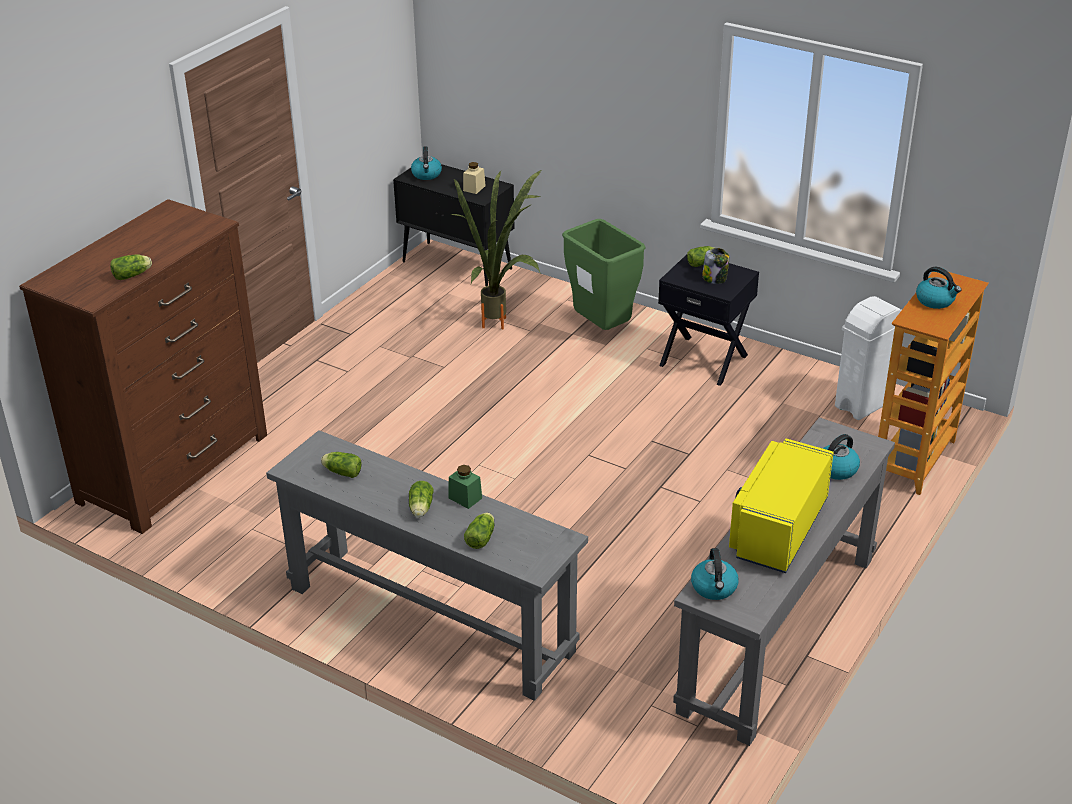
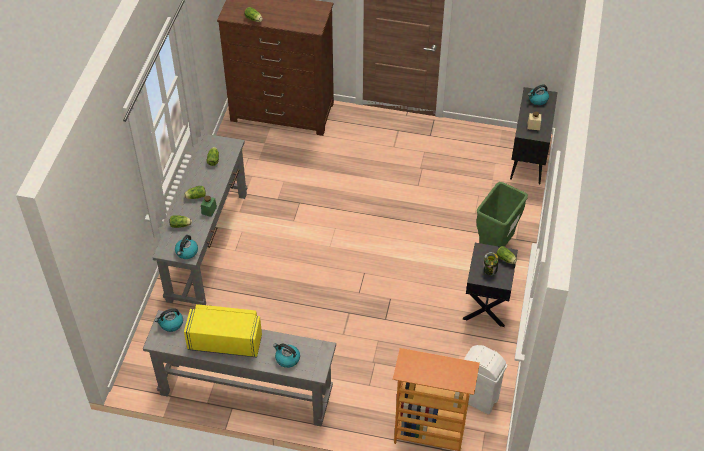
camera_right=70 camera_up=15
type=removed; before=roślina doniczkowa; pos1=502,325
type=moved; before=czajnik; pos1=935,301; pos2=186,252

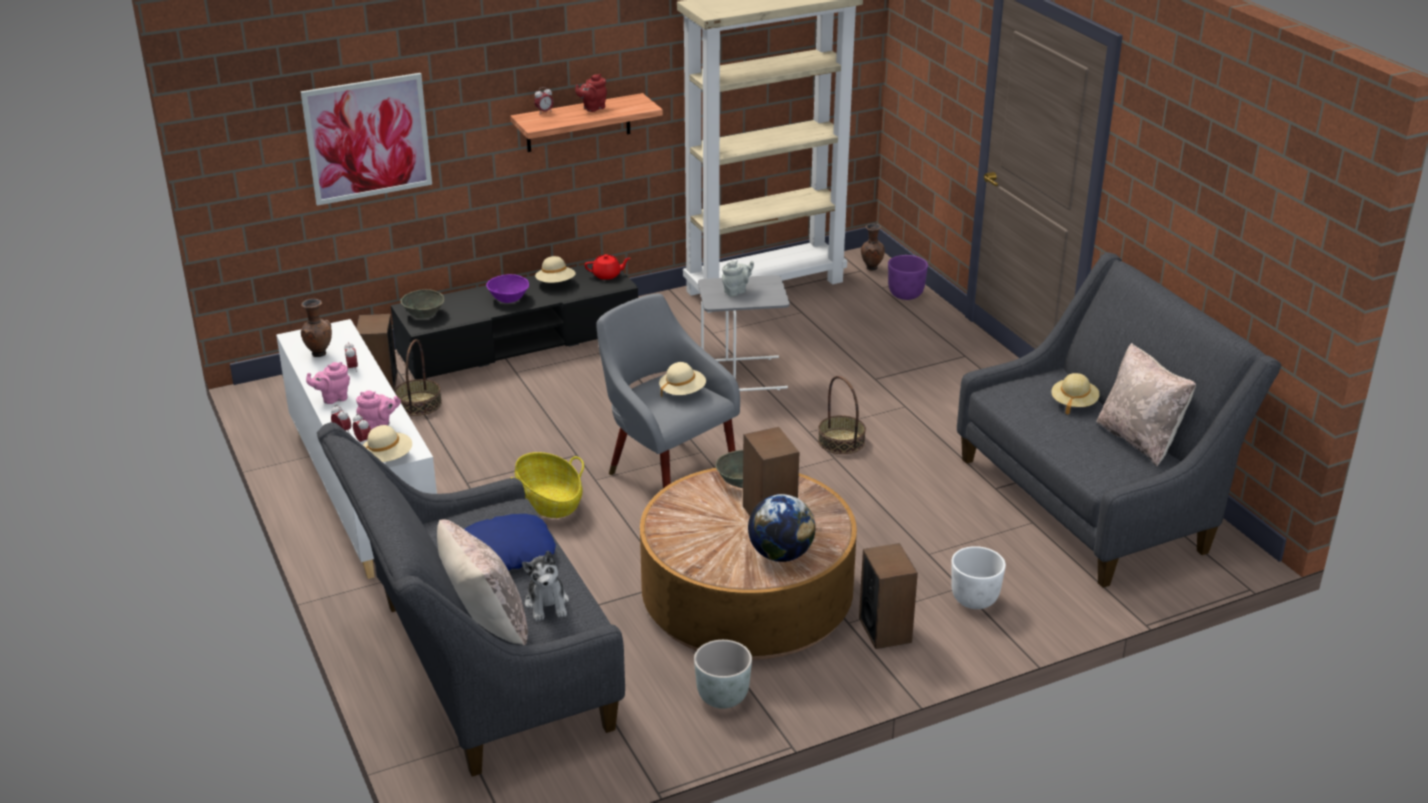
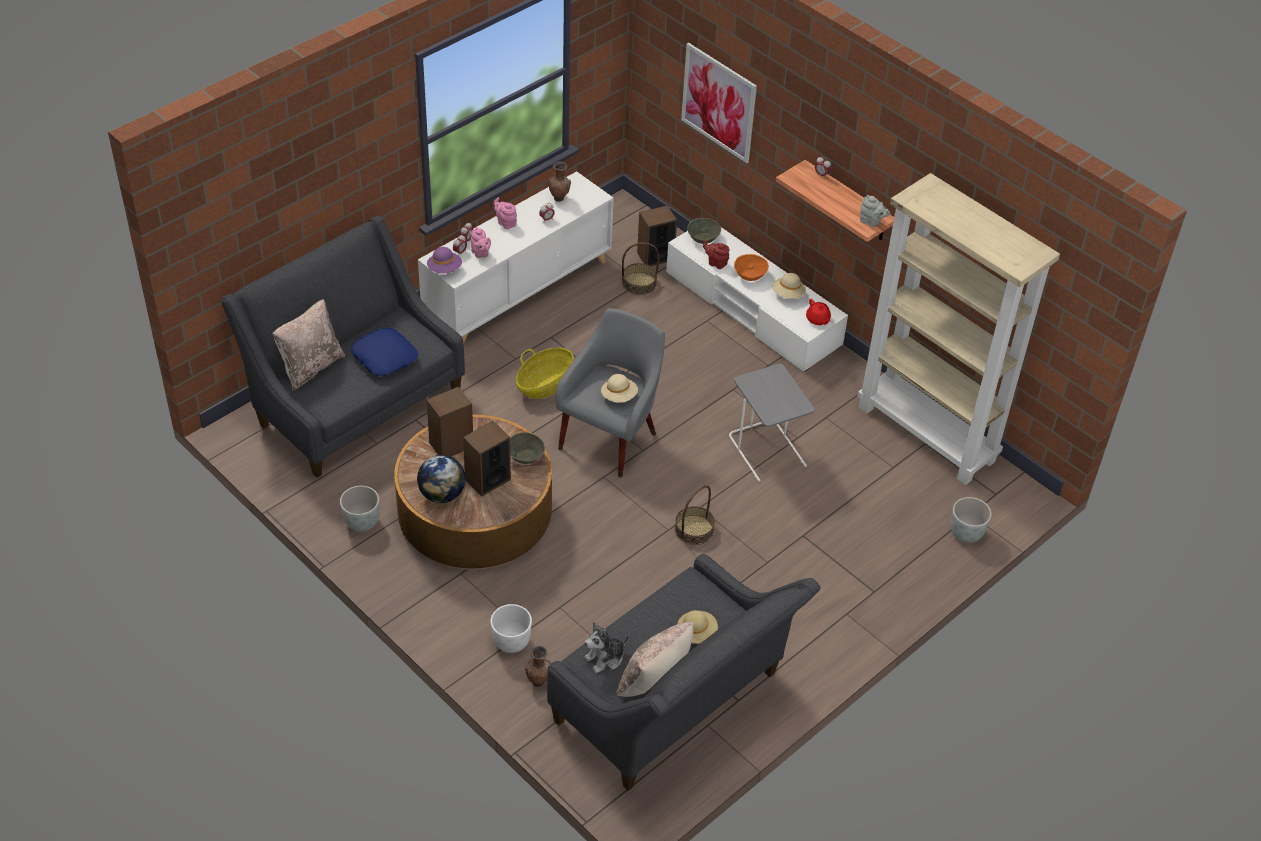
camera_right=70 camera_up=15
type=moved; before=imbryk (czerwony); pos1=592,108; pos2=716,263
type=moved; before=wazon (brązowy); pos1=871,268; pos2=538,681
type=recoloured; before=donica (fioletowy); after=donica (szary); pos1=905,295; pos2=965,533
type=moved; before=imbryk (szary); pos1=736,291; pos2=871,222
type=recoloured; before=szafka pod telewizor (czarny); after=szafka pod telewizor (biały); pos1=518,341; pos2=752,309
type=recoloured; before=miska (fioletowy); after=miska (pomarańczowy); pos1=509,298; pos2=750,275
type=recoloured; before=kapelusz (beżowy); after=kapelusz (fioletowy); pos1=388,458; pos2=444,269
type=moved; before=głośnik; pos1=885,630; pos2=451,445
type=moved; before=pluszak; pos1=547,604; pos2=605,658

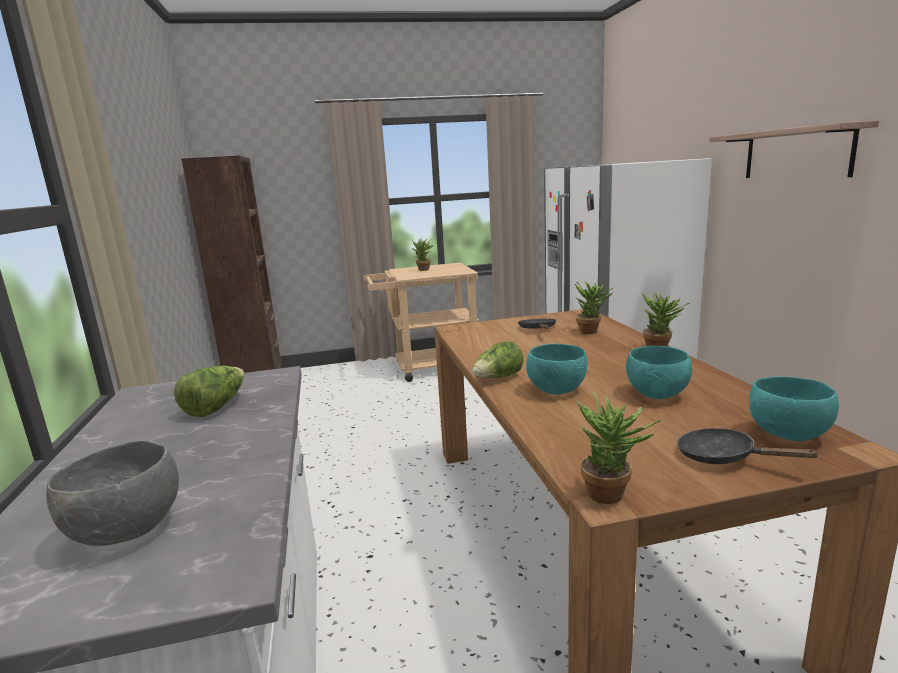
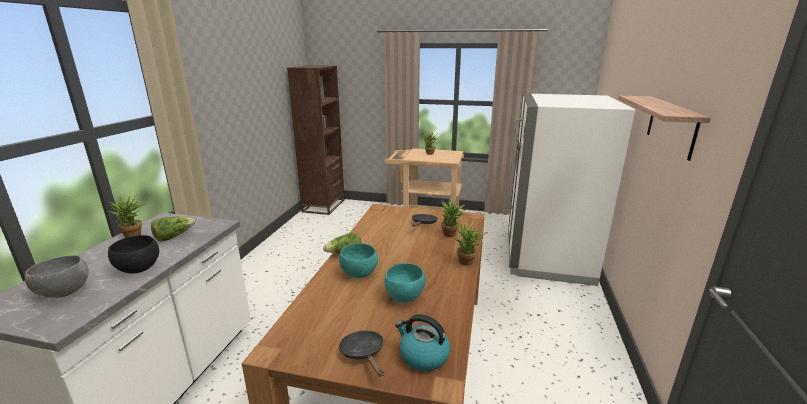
camera_right=25 camera_up=5
type=replaced; before=miska (turkusowy); after=czajnik; pos1=789,436; pos2=423,356
type=moved; before=roślina doniczkowa; pos1=613,495; pos2=134,236
type=added; after=miska (czarny); pos2=138,269

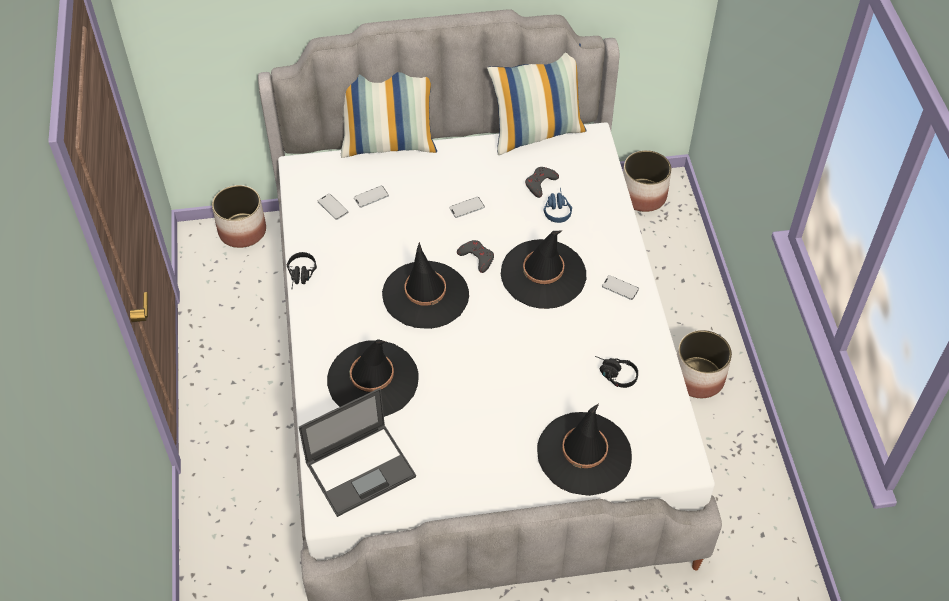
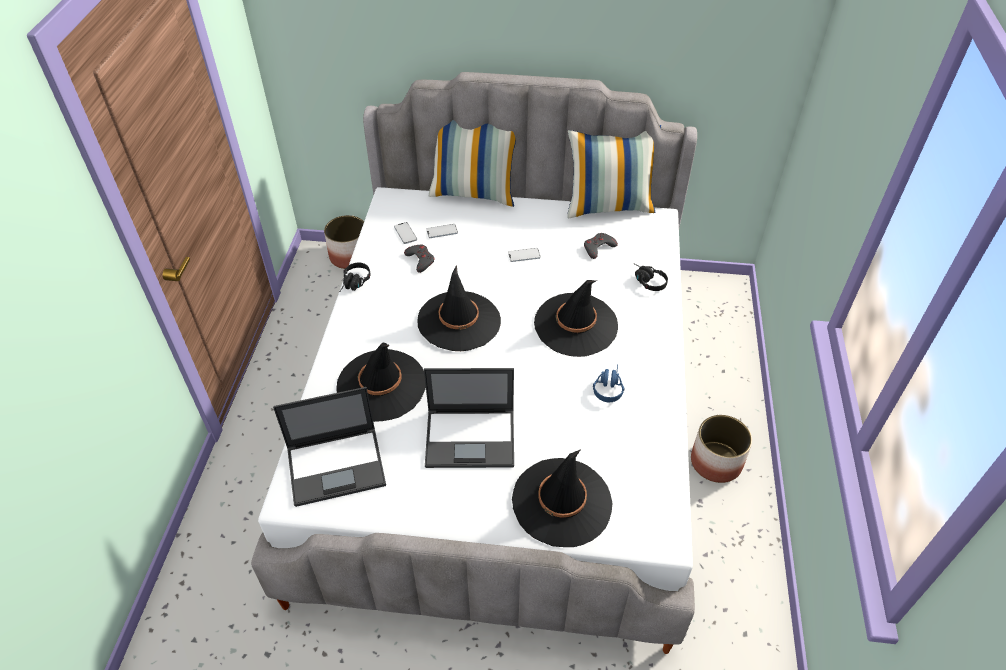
camera_right=15 camera_up=-5
type=removed; before=donica; pos1=643,196
type=moved; before=słuchawki (niebieski); pos1=556,209; pos2=608,386
type=moved; before=pad do gier (szary); pos1=477,257; pos2=420,260
type=removed; before=telefon; pos1=620,288
type=moved; before=słuchawki (czarny); pos1=613,374; pos2=646,281
type=added; after=laptop; pos2=471,438

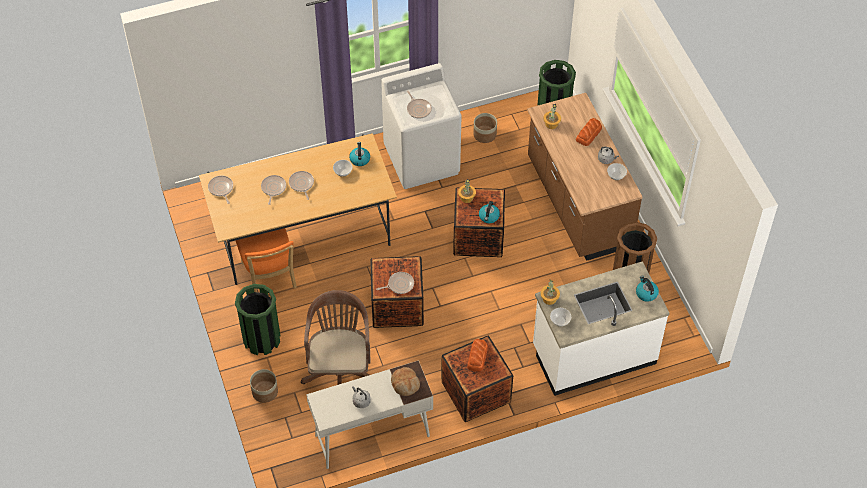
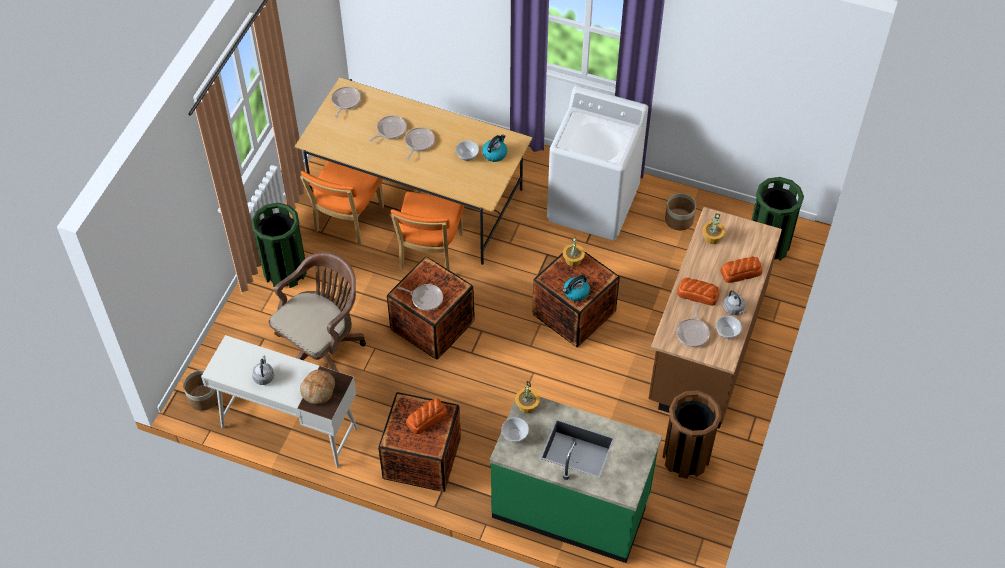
camera_right=40 camera_up=0
type=moved; before=patelnia; pos1=418,109; pos2=692,333
type=recoloured; before=zabudowa kuchenna (biały); after=zabudowa kuchenna (zielony); pos1=593,354; pos2=571,506
type=removed; before=czajnik; pos1=646,293
type=moved; before=donica; pos1=264,392; pos2=203,397
type=added; after=krzesło (pomarańczowy); pos2=429,254
type=added; after=chleb; pos2=697,294

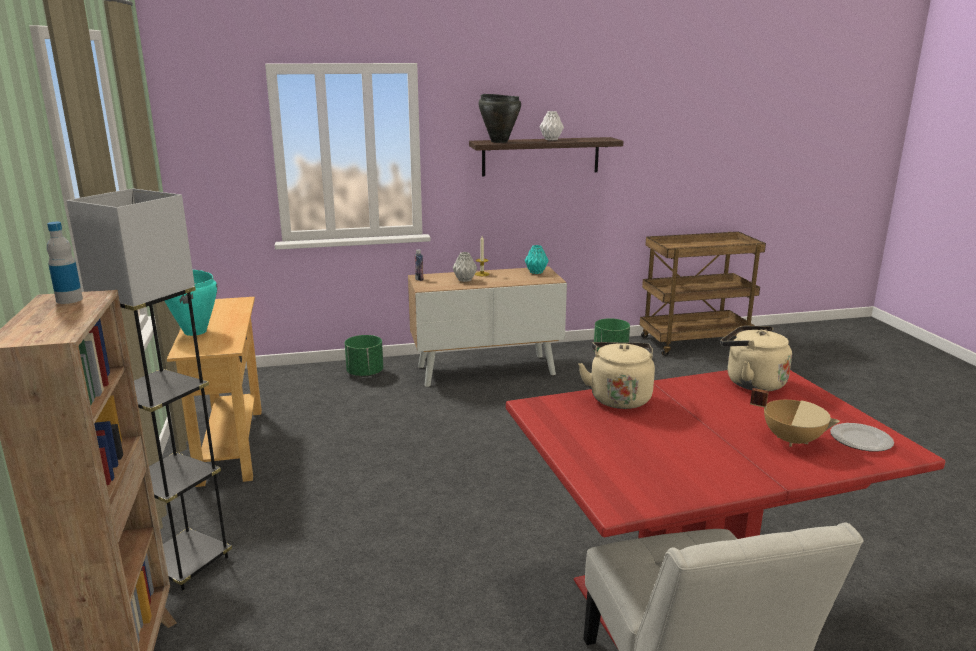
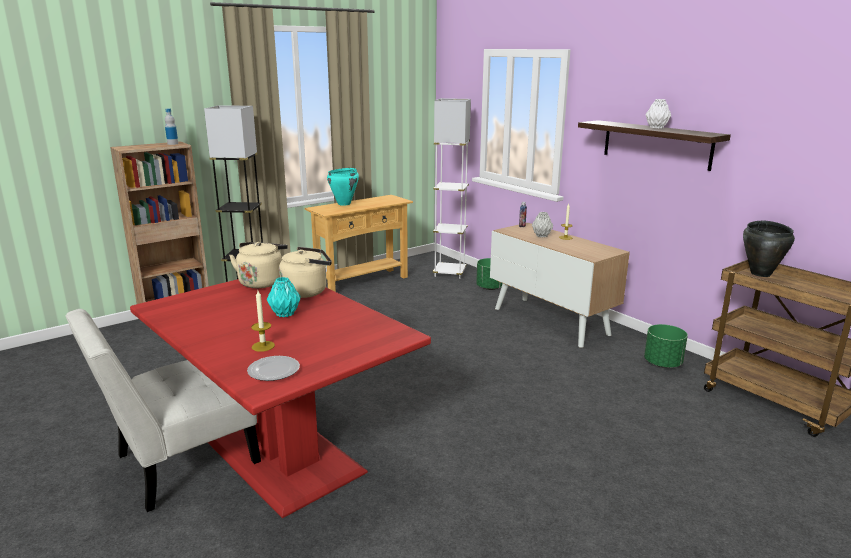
camera_right=65 camera_up=0
type=moved; before=garnek (czarny); pos1=499,141; pos2=761,273
type=moved; before=wazon (turkusowy); pos1=536,272; pos2=284,314
type=moved; before=czajnik (beżowy); pos1=751,382; pos2=262,282
type=replaced; before=garnek (beżowy); after=świeca; pos1=792,439; pos2=263,346
type=added; after=lampa stojąca (biały); pos2=449,273

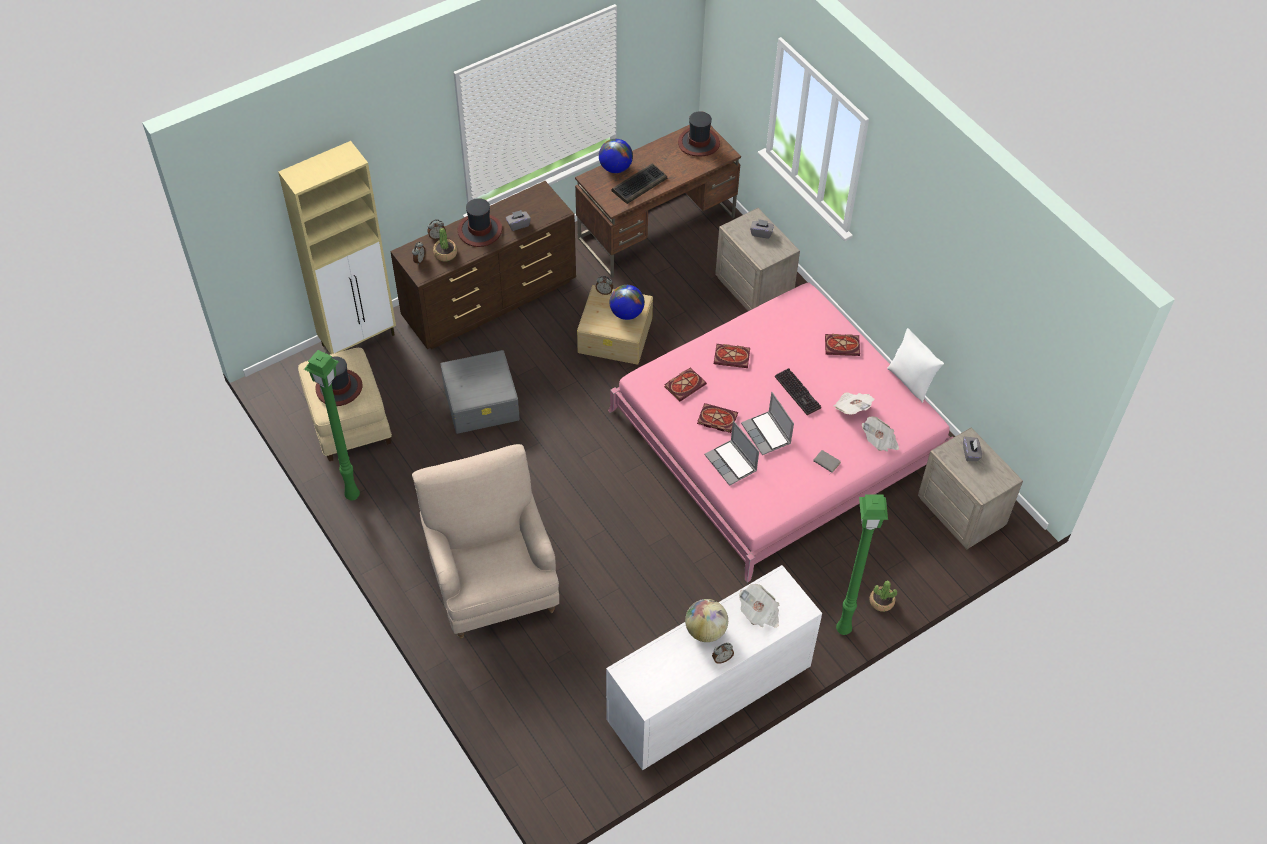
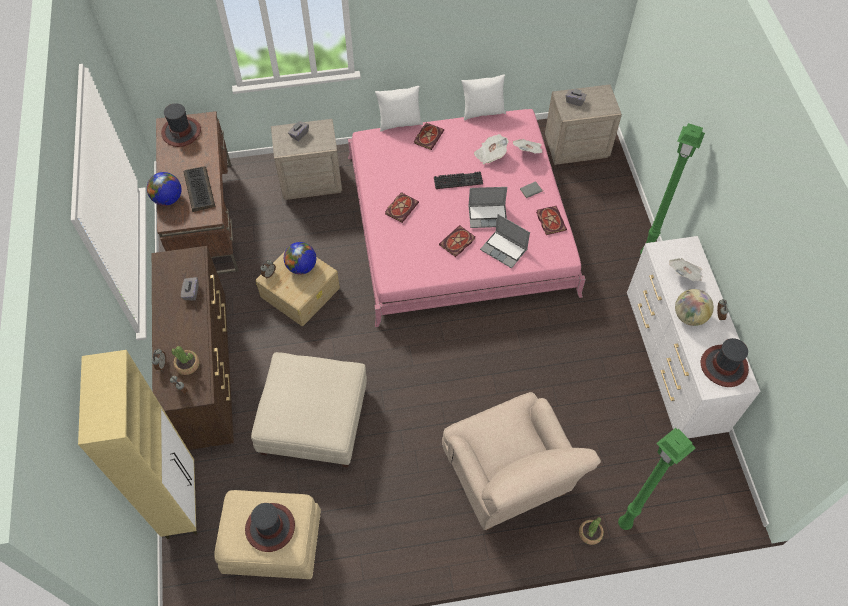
camera_right=-65 camera_up=5
type=moved; before=kapelusz; pos1=480,230; pos2=724,366
type=moved; before=lampa stojąca (zielony); pos1=351,496; pos2=624,525
type=replaced; before=pojemnik do przechowywania (szary); after=pufa (beżowy); pos1=481,402; pos2=314,420
type=moved; before=książka; pos1=685,384; pos2=550,220
type=turned; before=laptop; pos1=731,463; pos2=504,250; turn=45
type=turned; before=fotel (beżowy); pos1=492,582; pos2=508,480; turn=-120
type=moved; before=roślina doniczkowa; pos1=881,602; pos2=590,533
type=added; after=poduszka (biały); pos2=399,123

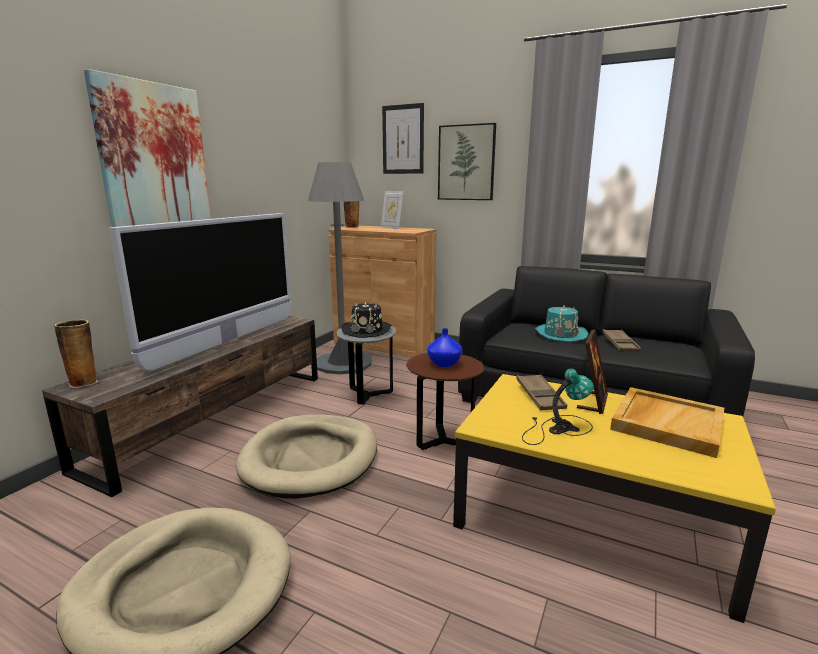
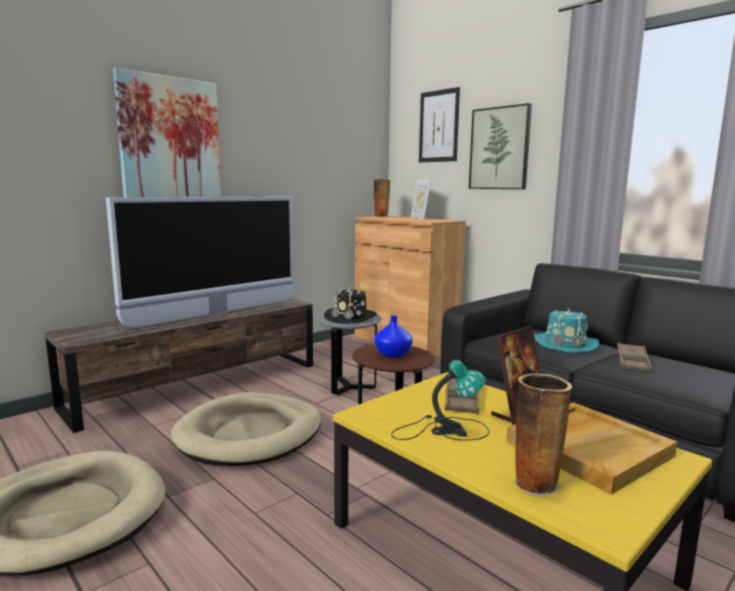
camera_right=20 camera_up=-5
type=removed; before=lampa stojąca (szary); pos1=343,363
type=moved; before=wazon; pos1=84,382; pos2=535,483

